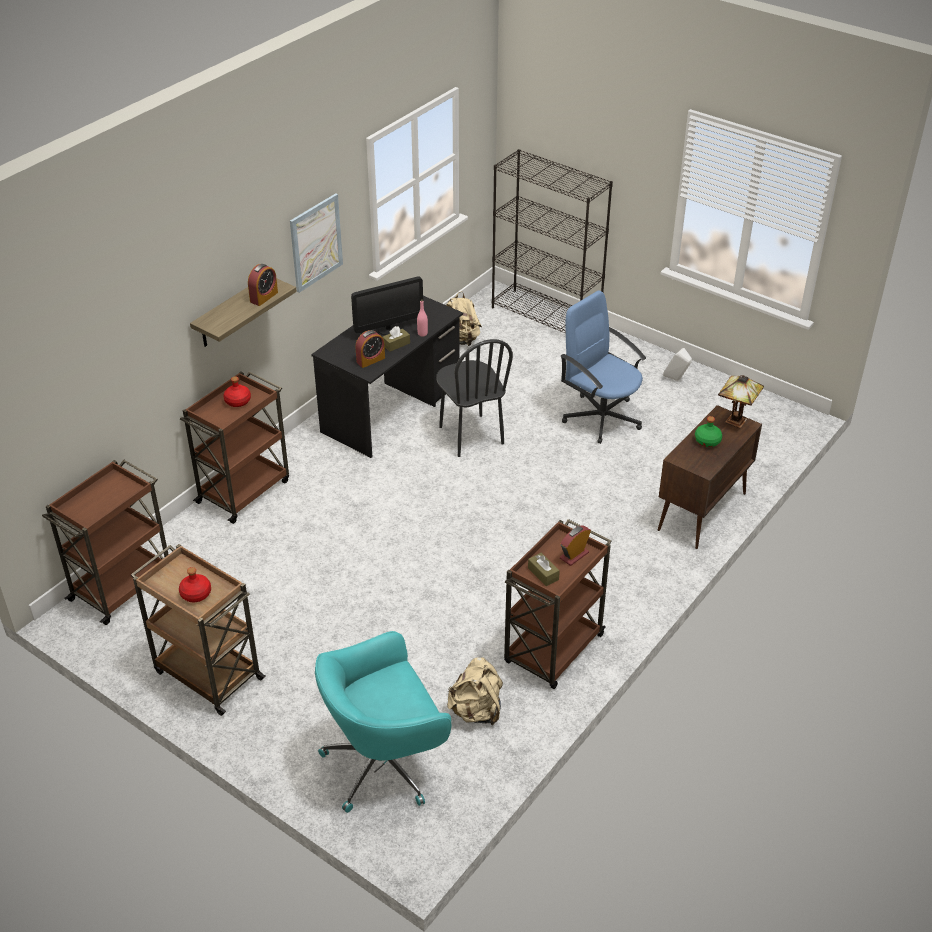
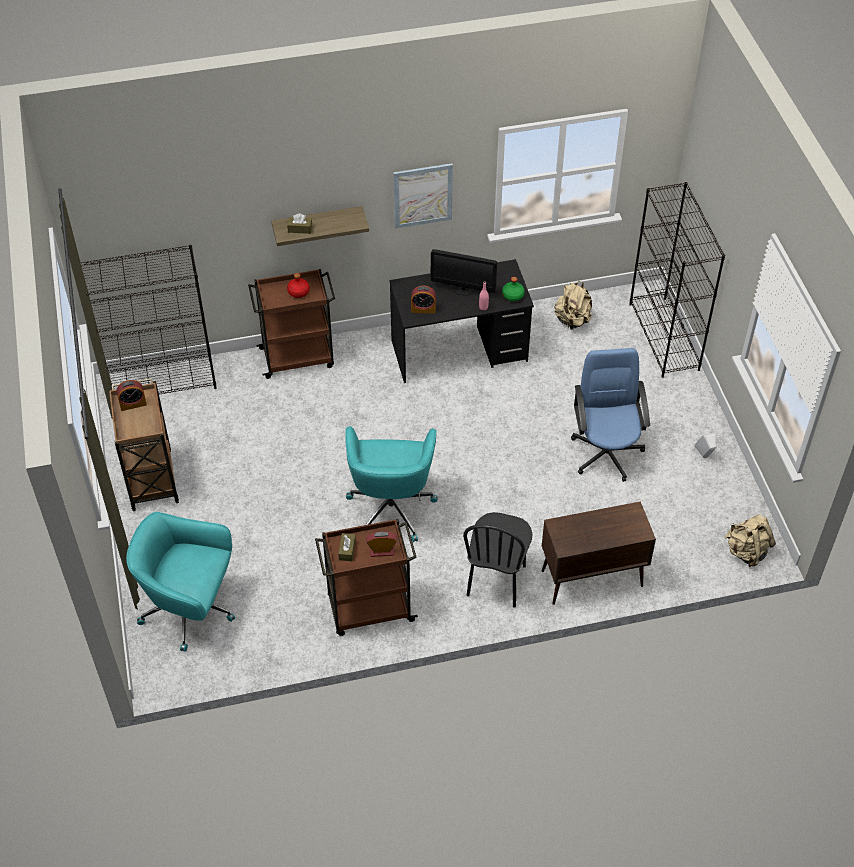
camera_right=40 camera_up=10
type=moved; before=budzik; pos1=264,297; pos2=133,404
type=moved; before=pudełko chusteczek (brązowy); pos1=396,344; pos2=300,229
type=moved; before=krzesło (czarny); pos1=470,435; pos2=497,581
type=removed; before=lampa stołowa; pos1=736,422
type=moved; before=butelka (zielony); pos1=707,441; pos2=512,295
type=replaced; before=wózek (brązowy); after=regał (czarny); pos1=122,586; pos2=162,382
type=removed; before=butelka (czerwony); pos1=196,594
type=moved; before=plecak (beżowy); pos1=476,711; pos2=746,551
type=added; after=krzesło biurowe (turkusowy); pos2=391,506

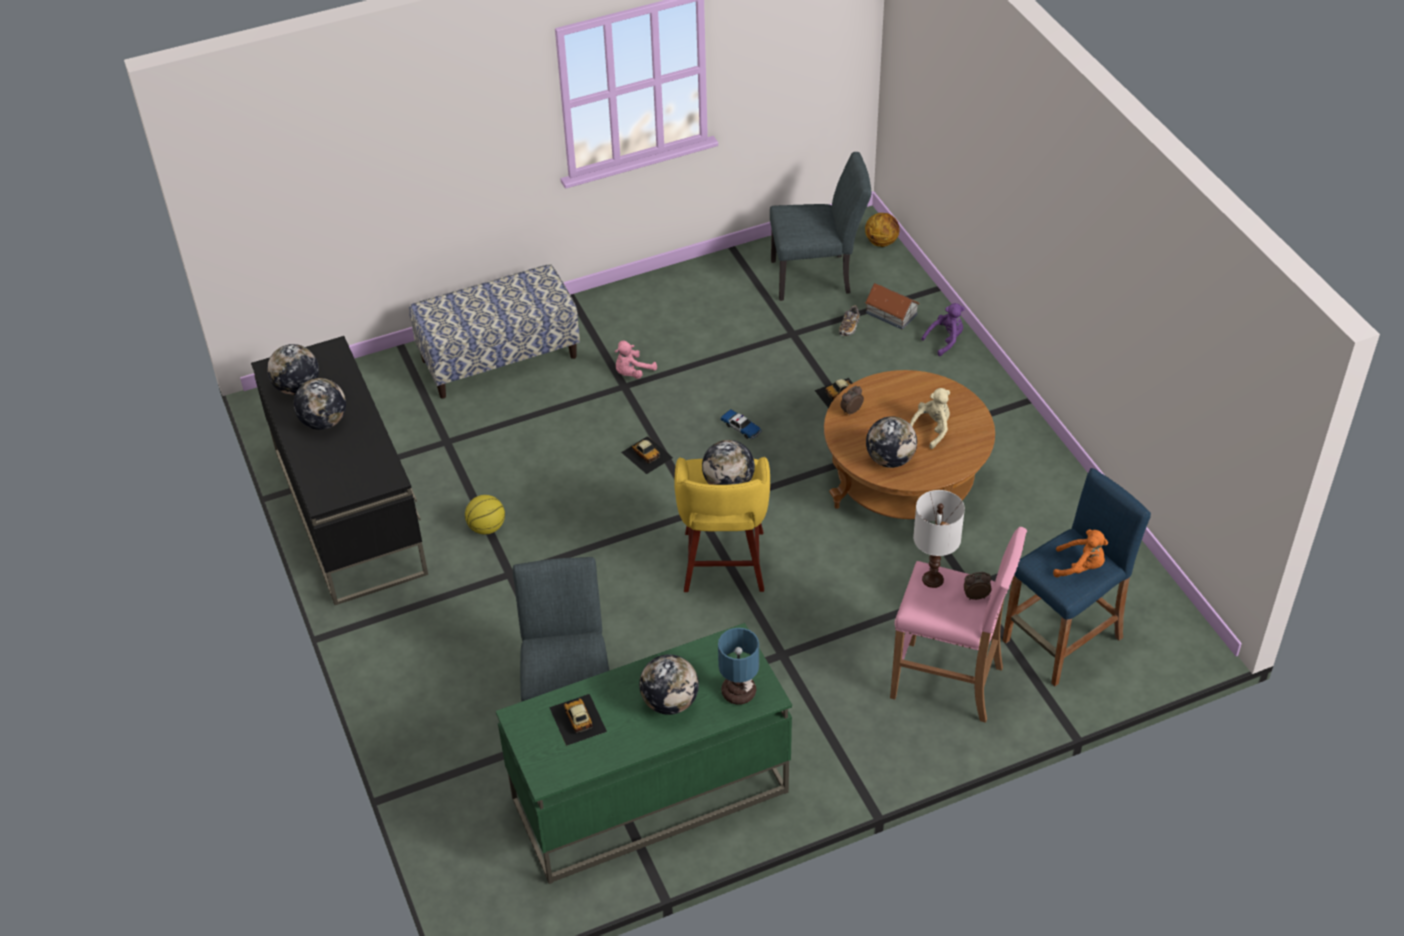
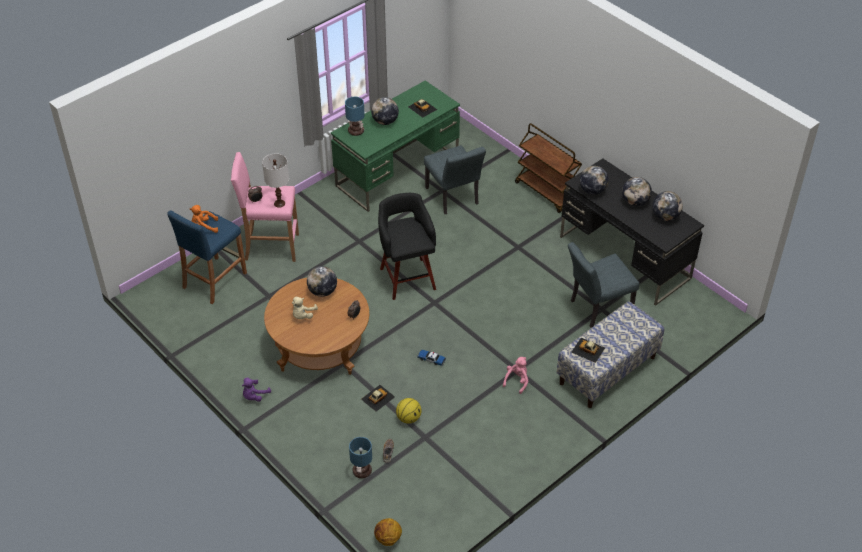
camera_right=160 camera_up=0
type=moved; before=krzesło (szary); pos1=818,276; pos2=596,308
type=replaced; before=domek; after=lampa stołowa; pos1=891,313; pos2=362,472
type=moved; before=pluszak (fioletowy); pos1=945,340; pos2=254,396
type=moved; before=samochodzik; pos1=647,454; pos2=588,350
type=moved; before=globus; pos1=728,484; pos2=592,191
type=recoloured; before=stołek (żółty); after=stołek (czarny); pos1=723,564; pos2=407,277
type=moved; before=piłka do koszykówki; pos1=486,527; pos2=409,418
type=added; after=wózek (brązowy); pos2=547,192

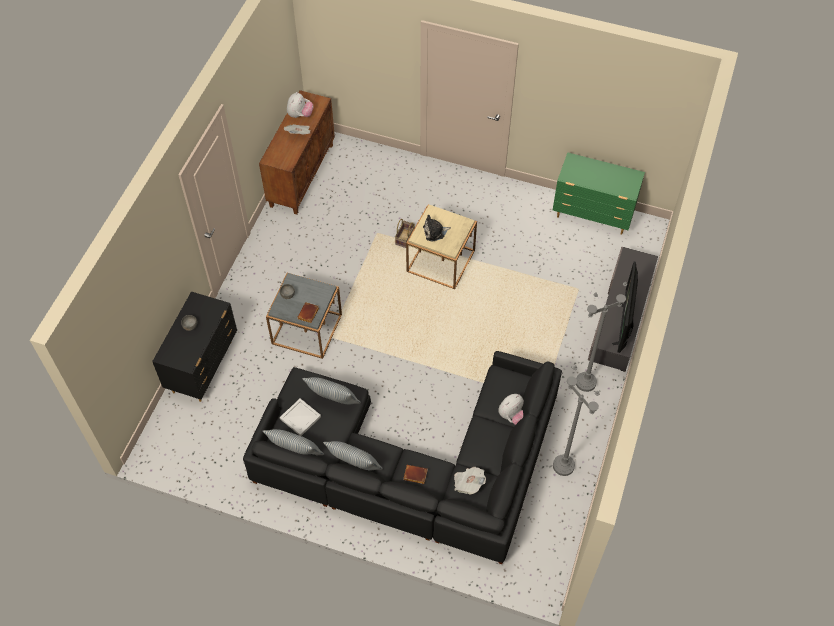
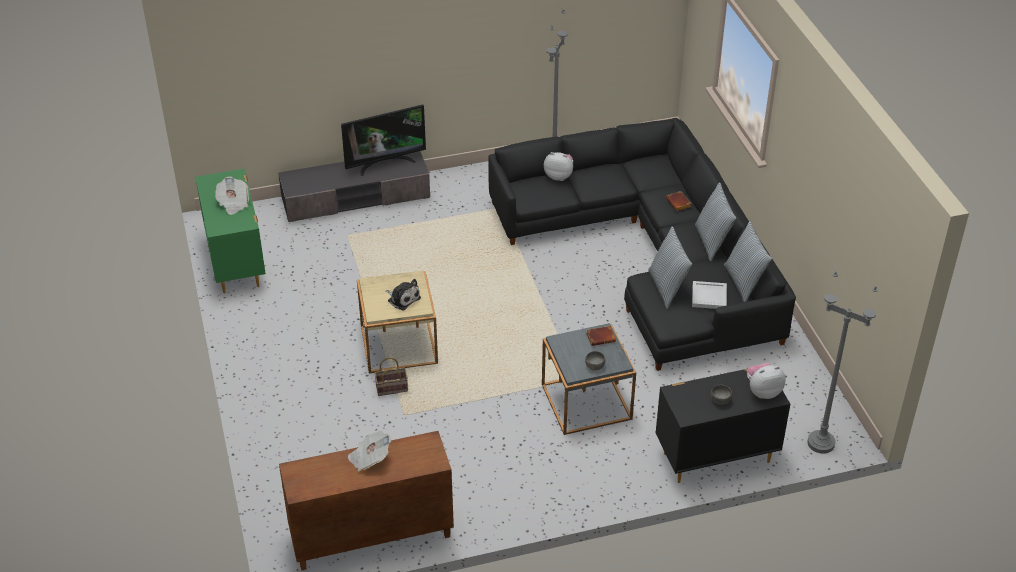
camera_right=-125 camera_up=-15
type=moved; before=pluszak; pos1=300,115; pos2=763,391
type=moved; before=lampa stojąca (szary); pos1=585,382; pos2=821,443
type=moved; before=gazeta; pos1=468,483; pos2=233,203

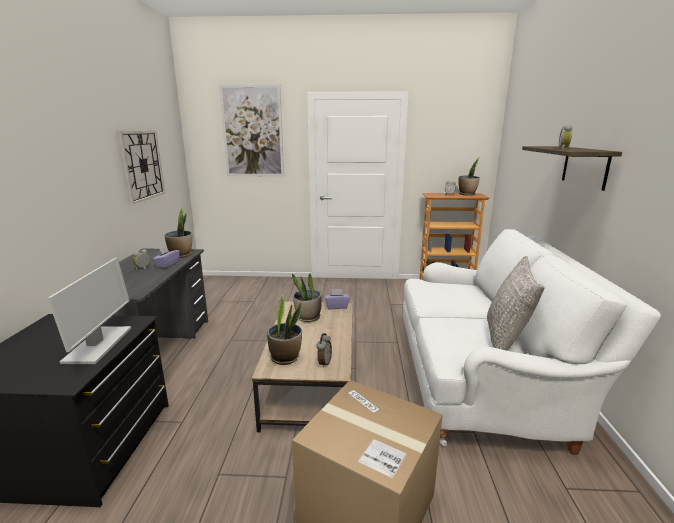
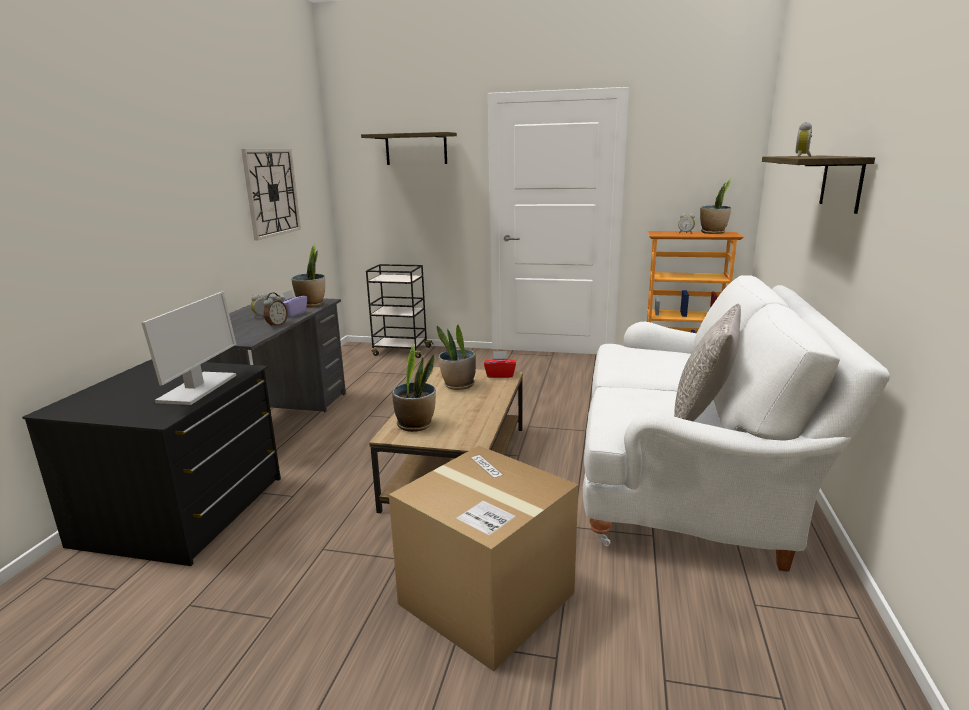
camera_right=10 camera_up=0
type=replaced; before=obraz; after=półka; pos1=252,132; pos2=416,149
type=recoloured; before=pudełko chusteczek (fioletowy); after=pudełko chusteczek (czerwony); pos1=336,306; pos2=500,375
type=moved; before=budzik; pos1=324,363; pos2=276,325
type=added; after=wózek (czarny); pos2=401,351

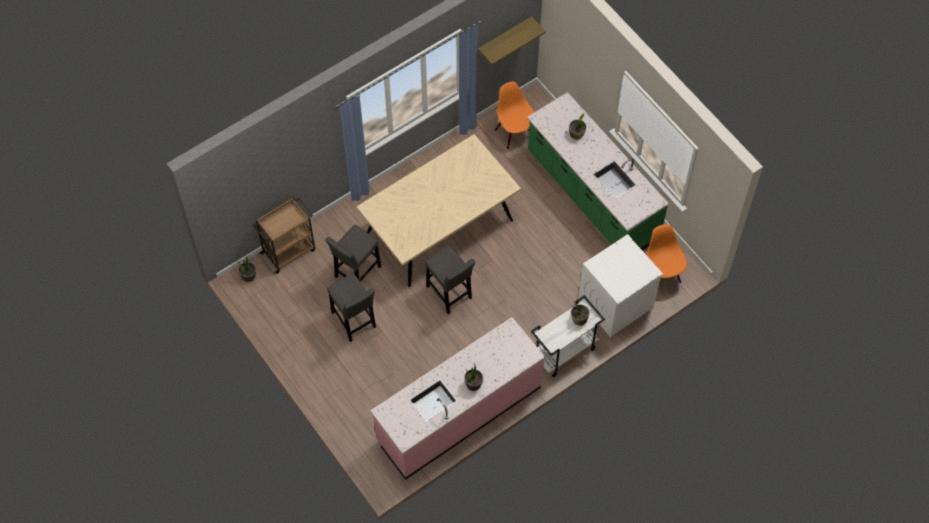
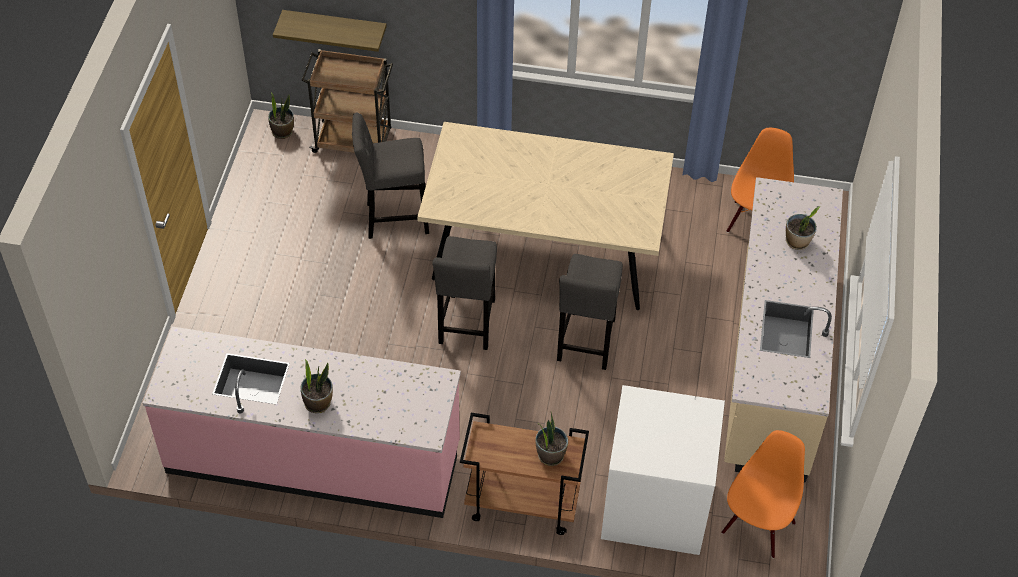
camera_right=45 camera_up=-10
type=moved; before=półka; pos1=504,37; pos2=335,27
type=recoloured; before=zabudowa kuchenna (zielony); after=zabudowa kuchenna (beżowy); pos1=591,196; pos2=772,362
type=moved; before=stołek (szary); pos1=354,322; pos2=586,343
type=recoloured; before=wózek (biały); after=wózek (brązowy); pos1=564,352; pos2=521,504

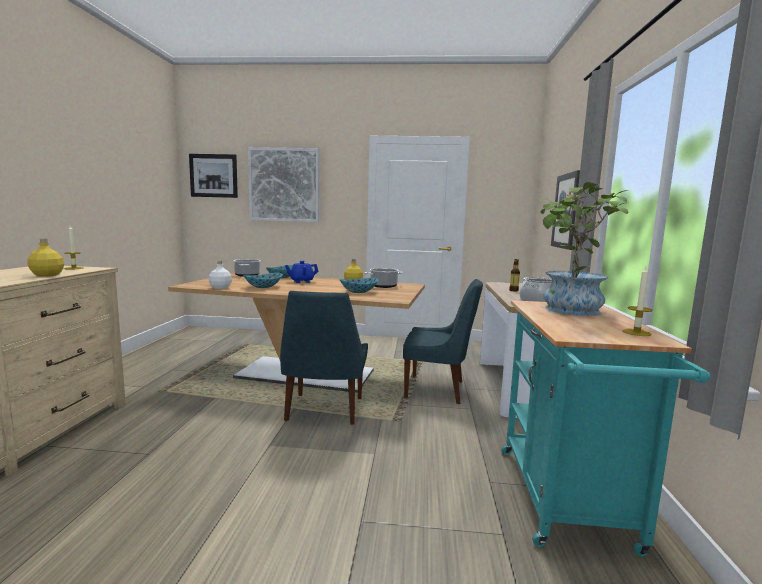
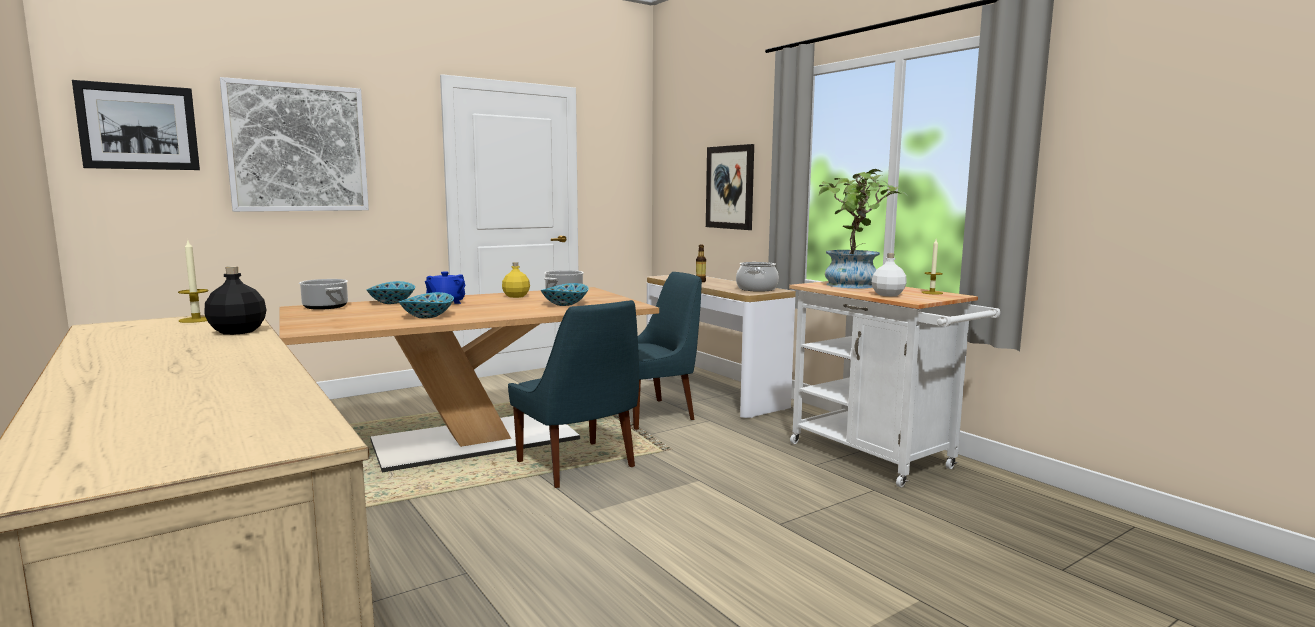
camera_right=-40 camera_up=0
type=recoloured; before=butelka (żółty); after=butelka (czarny); pos1=47,275; pos2=238,331
type=moved; before=butelka (biały); pos1=220,288; pos2=887,295
type=recoloured; before=wózek (turkusowy); after=wózek (biały); pos1=567,504; pos2=878,458

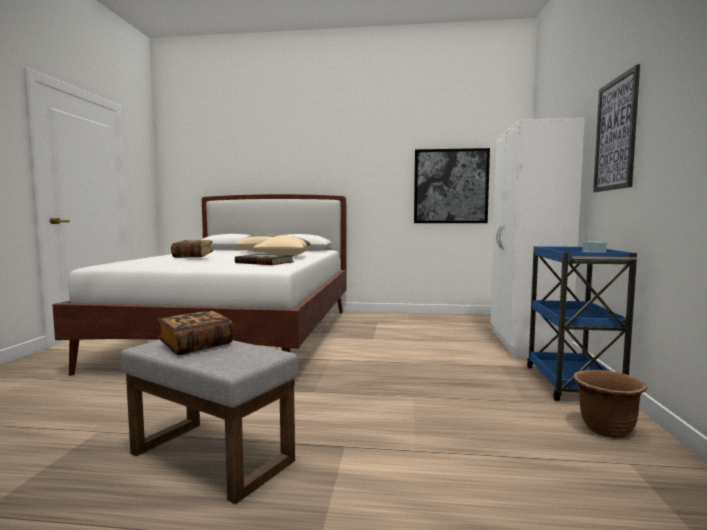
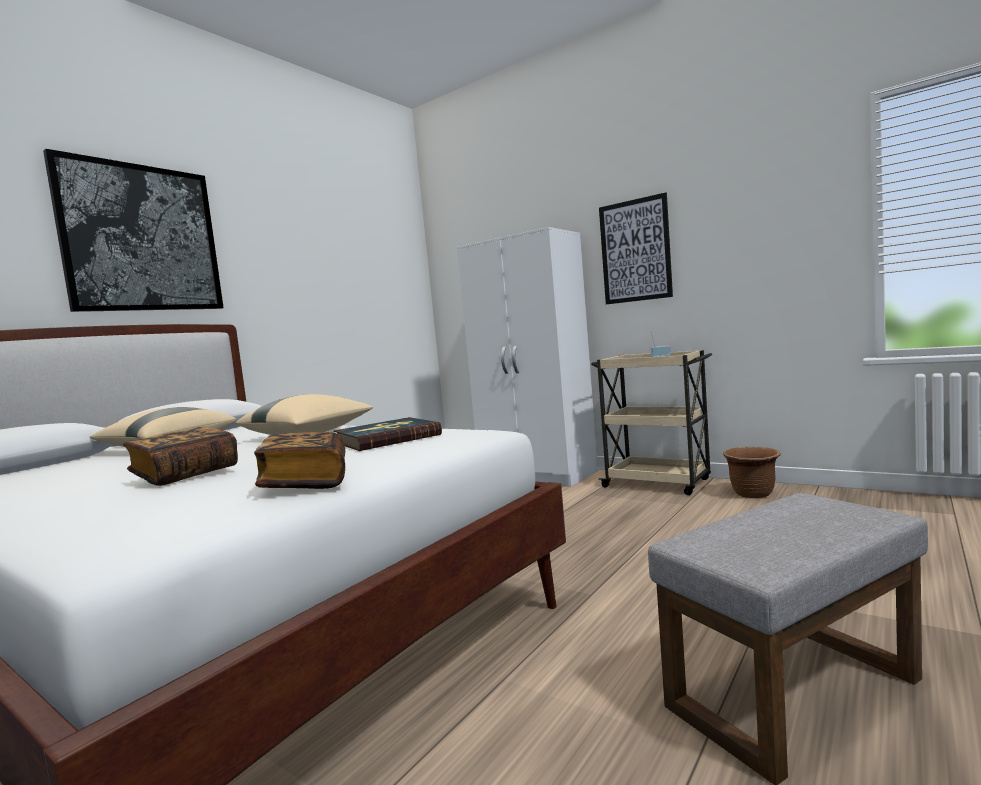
camera_right=-60 camera_up=0
type=moved; before=obraz; pos1=450,186; pos2=141,238
type=recoloured; before=wózek (niebieski); after=wózek (beżowy); pos1=572,385; pos2=658,483
type=moved; before=książka; pos1=196,346; pos2=306,482

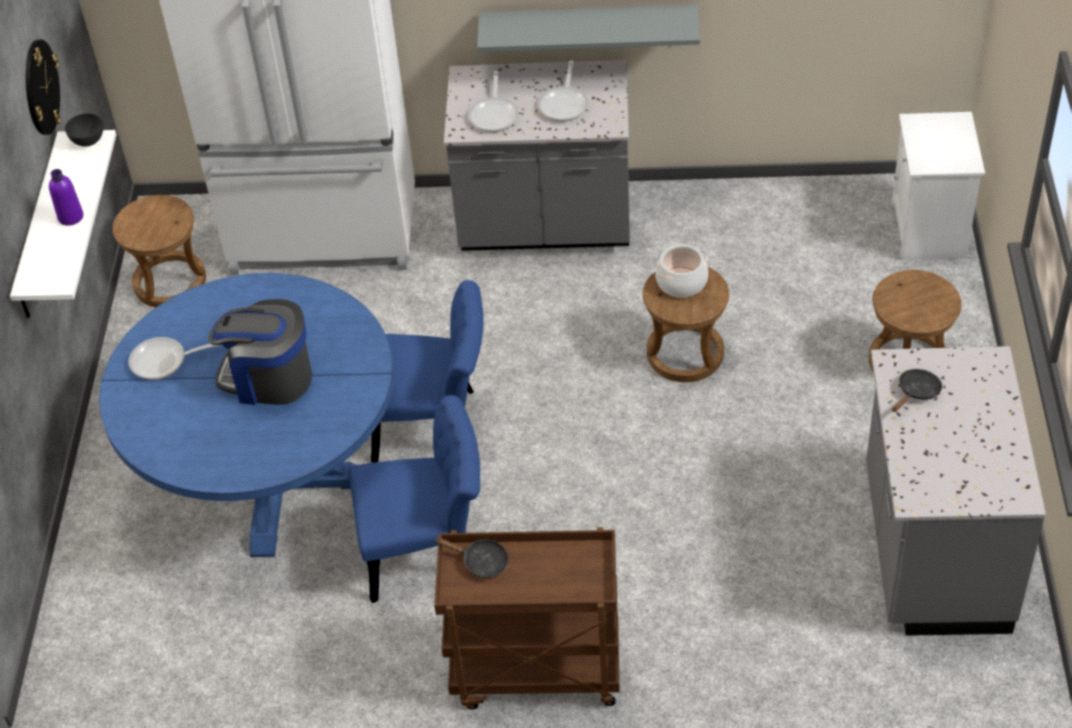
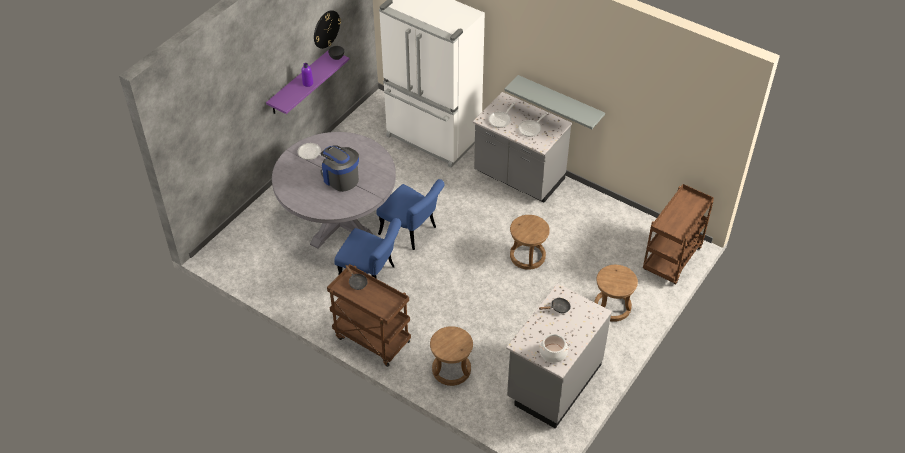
camera_right=30 camera_up=0
type=replaced; before=szafka nocna (biały); after=wózek (brązowy); pos1=930,231; pos2=672,260
type=recoloured; before=półka (biały); after=półka (fioletowy); pos1=40,228; pos2=299,82
type=moved; before=stołek (brązowy); pos1=170,283; pos2=451,369
type=moved; before=garnek; pos1=681,283; pos2=553,353
type=recoloured; before=stół jadalny (niebieski); after=stół jadalny (szary); pos1=273,481; pos2=339,221

